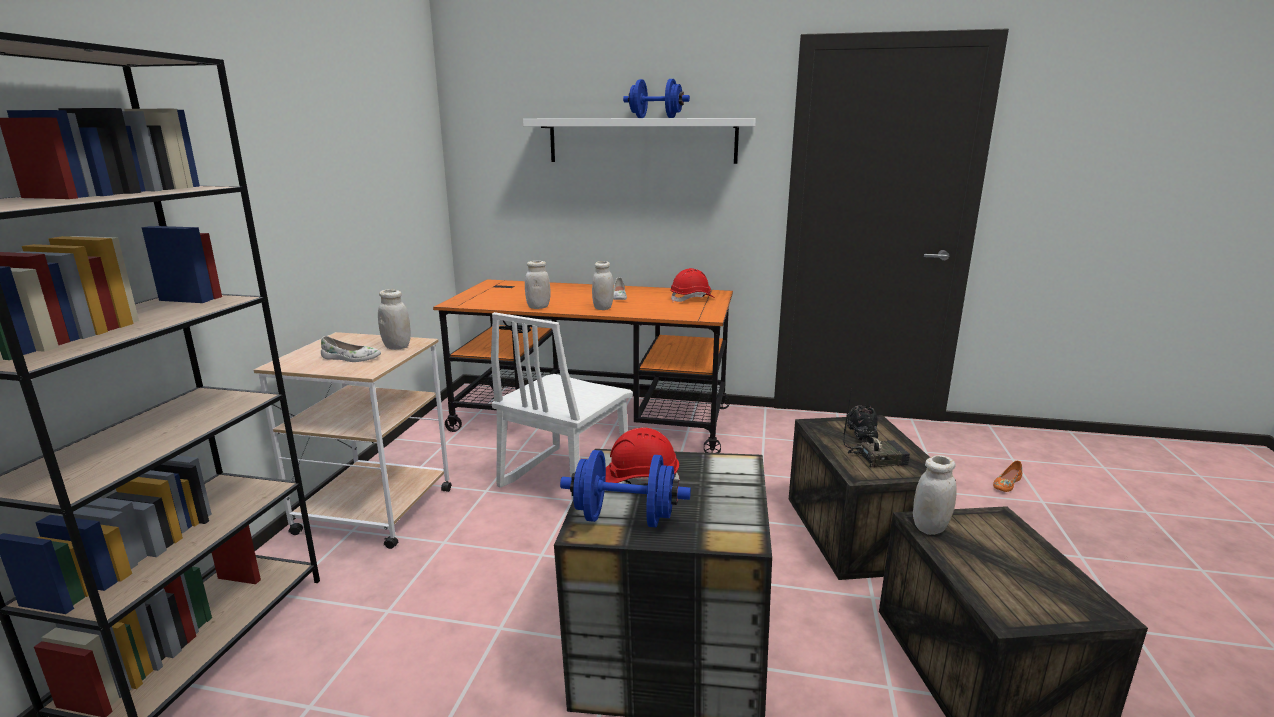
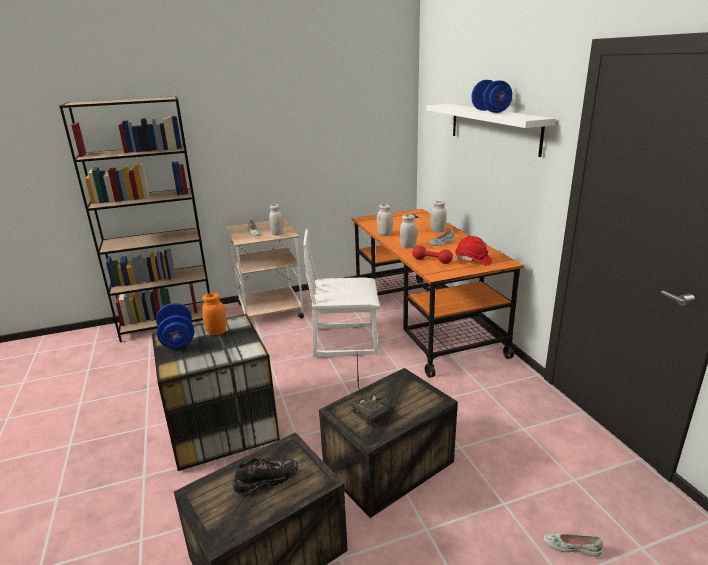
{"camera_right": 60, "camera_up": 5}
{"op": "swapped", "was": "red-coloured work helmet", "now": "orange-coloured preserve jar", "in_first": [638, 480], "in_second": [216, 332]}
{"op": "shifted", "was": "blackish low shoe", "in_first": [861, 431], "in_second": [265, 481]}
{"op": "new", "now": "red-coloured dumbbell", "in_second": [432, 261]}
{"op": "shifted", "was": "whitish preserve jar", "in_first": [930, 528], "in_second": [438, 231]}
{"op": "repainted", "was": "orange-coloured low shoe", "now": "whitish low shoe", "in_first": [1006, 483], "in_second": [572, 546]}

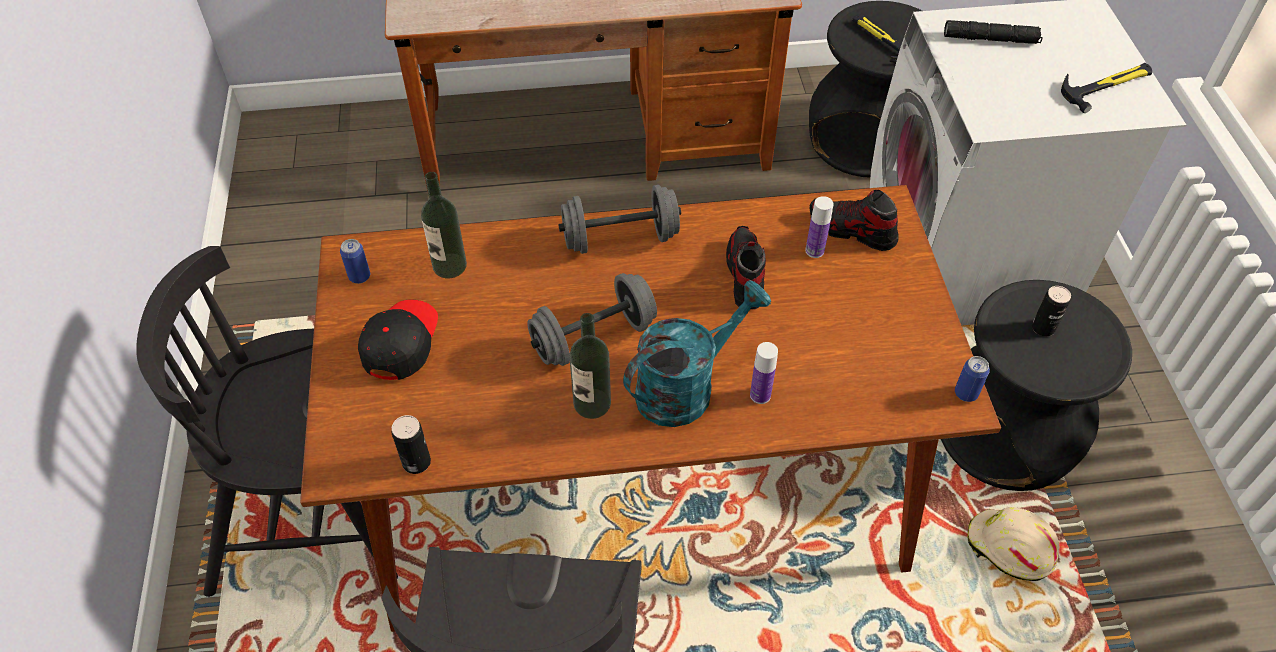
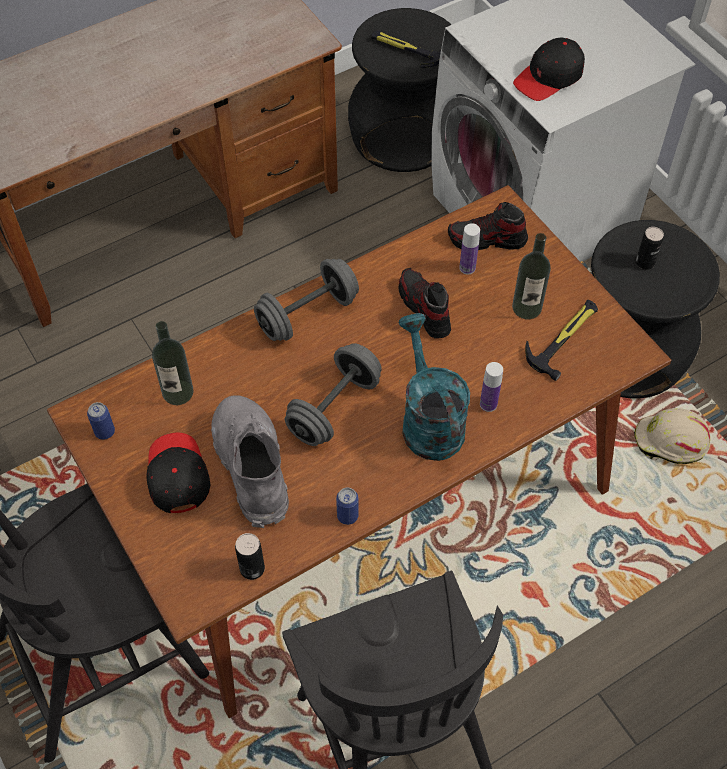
{"camera_right": -25, "camera_up": 5}
{"op": "new", "now": "greyish high-top boot", "in_second": [252, 466]}
{"op": "shifted", "was": "sealed can", "in_first": [966, 393], "in_second": [347, 516]}
{"op": "rotated", "was": "turquoise-coloured watering pot", "in_first": [686, 386], "in_second": [428, 420], "clockwise": -45}
{"op": "shifted", "was": "bottle", "in_first": [592, 403], "in_second": [526, 307]}
{"op": "new", "now": "blackish baseball cap", "in_second": [549, 77]}
{"op": "shifted", "was": "hand hammer", "in_first": [1106, 85], "in_second": [564, 337]}
{"op": "gone", "was": "blackish torch", "in_first": [990, 39]}

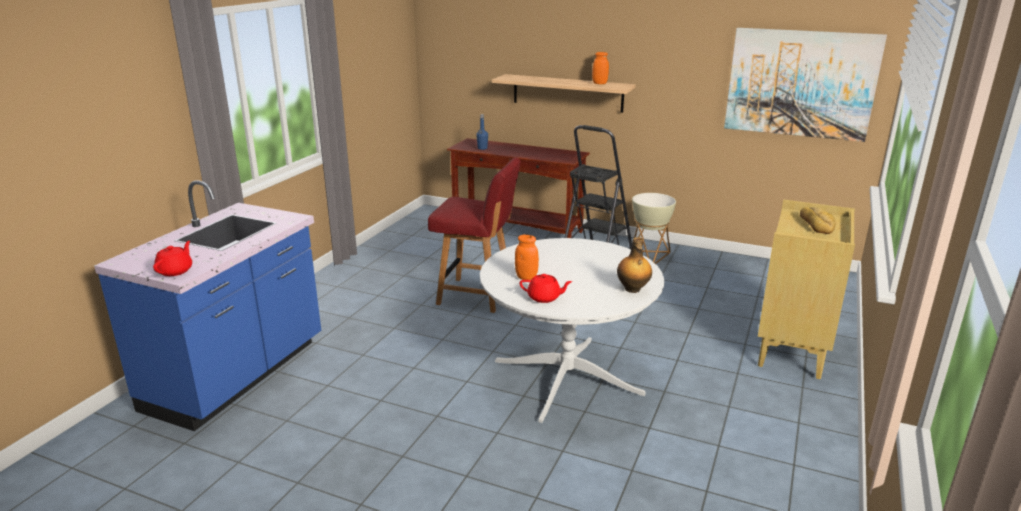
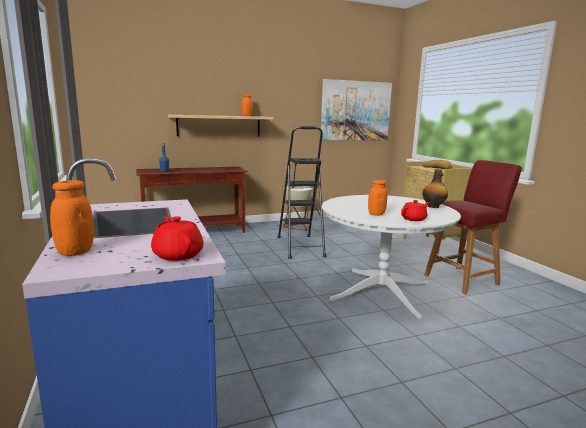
{"camera_right": -45, "camera_up": -10}
{"op": "new", "now": "orange-coloured preserve jar", "in_second": [75, 252]}
{"op": "shifted", "was": "red-coloured plain chair", "in_first": [477, 295], "in_second": [462, 279]}

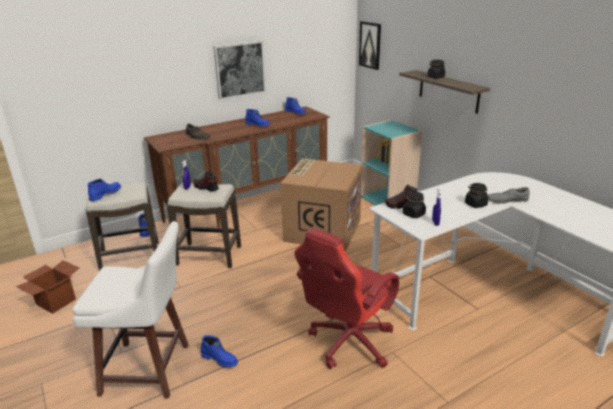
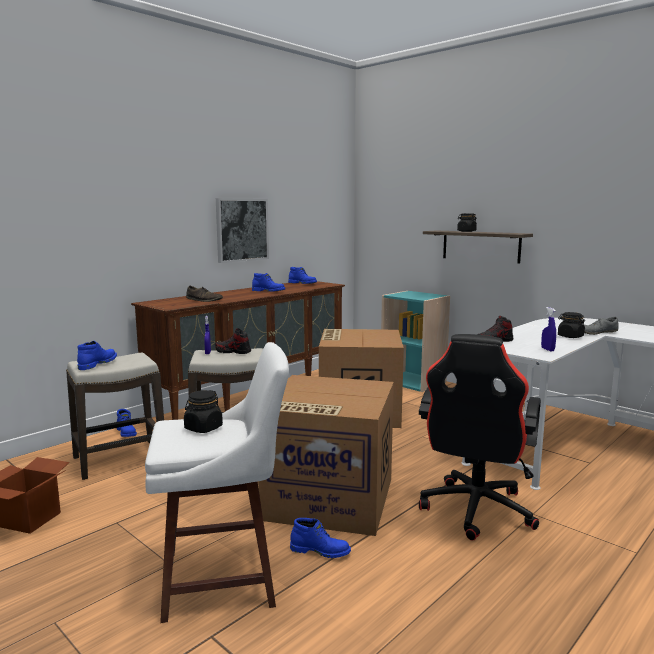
{"camera_right": -15, "camera_up": -15}
{"op": "shifted", "was": "blackish preserve jar", "in_first": [413, 214], "in_second": [203, 428]}
{"op": "new", "now": "packing box", "in_second": [327, 499]}
{"op": "repainted", "was": "red-coloured desk chair", "now": "blackish desk chair", "in_first": [347, 346], "in_second": [474, 514]}
{"op": "gone", "was": "wall picture", "in_first": [370, 45]}

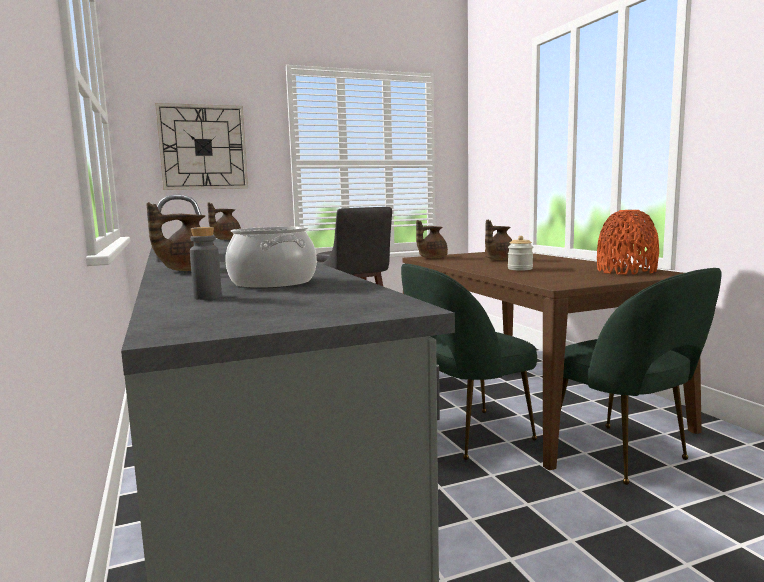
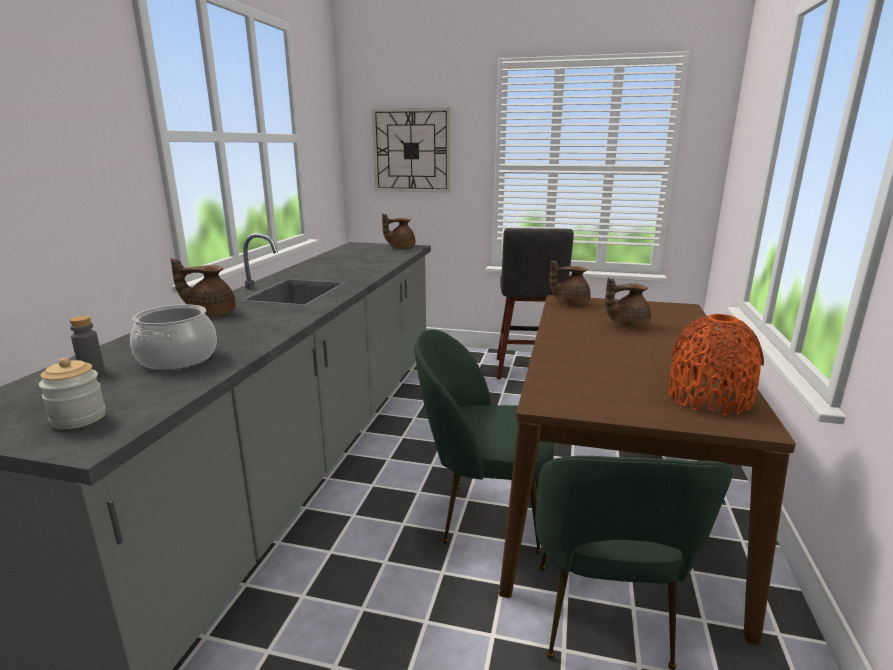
{"camera_right": 35, "camera_up": 10}
{"op": "shifted", "was": "preserve jar", "in_first": [520, 269], "in_second": [79, 418]}

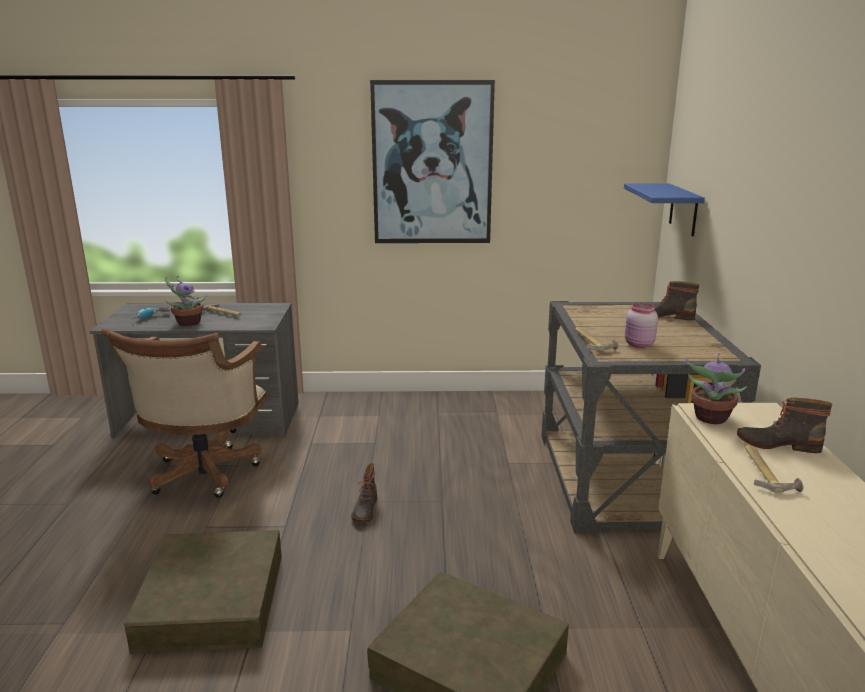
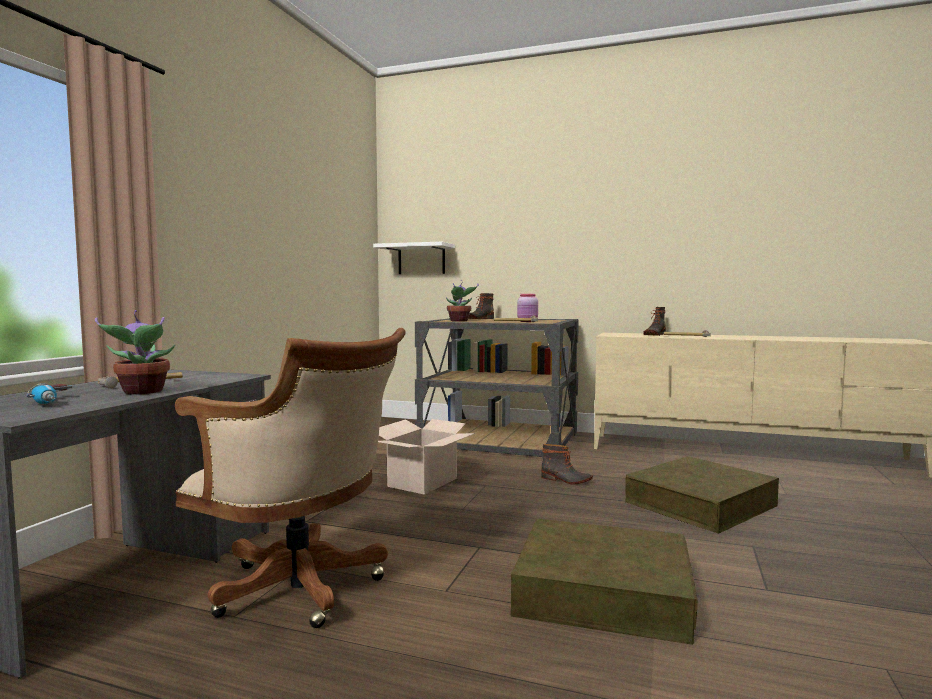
{"camera_right": -70, "camera_up": -15}
{"op": "repainted", "was": "bluish shelf", "now": "whitish shelf", "in_first": [683, 210], "in_second": [421, 259]}
{"op": "new", "now": "packing box", "in_second": [422, 482]}
{"op": "shifted", "was": "houseplant", "in_first": [710, 418], "in_second": [459, 321]}
{"op": "shifted", "was": "high-top boot", "in_first": [364, 510], "in_second": [566, 480]}
{"op": "gone", "was": "wall picture", "in_first": [432, 164]}

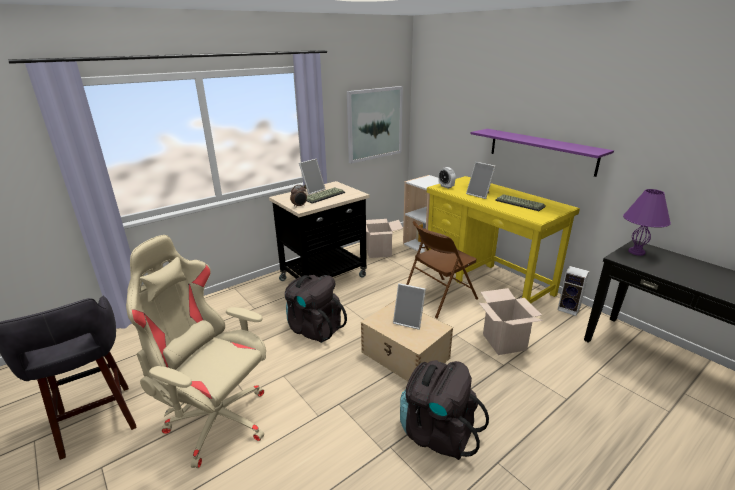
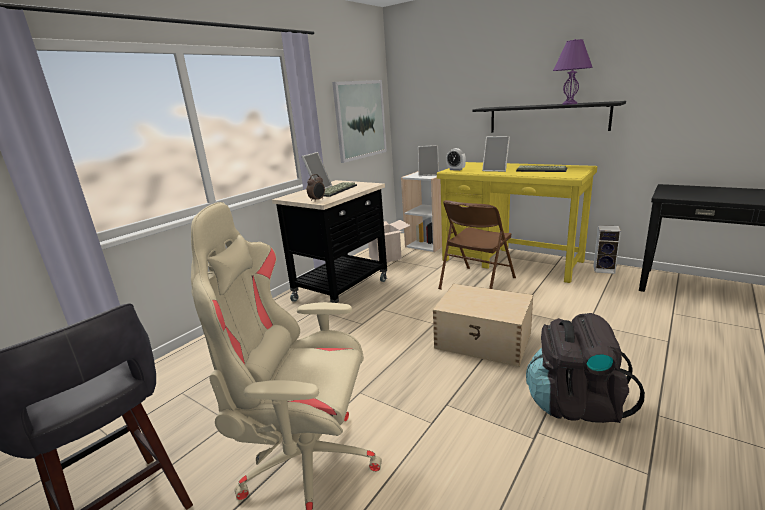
{"camera_right": -15, "camera_up": -5}
{"op": "shifted", "was": "photo frame", "in_first": [409, 321], "in_second": [429, 174]}
{"op": "repainted", "was": "purplish shelf", "now": "blackish shelf", "in_first": [541, 151], "in_second": [547, 118]}
{"op": "shifted", "was": "purplish lamp for a table", "in_first": [636, 252], "in_second": [569, 104]}
{"op": "gone", "was": "blackish backpack", "in_first": [314, 328]}
{"op": "gone", "was": "packing box", "in_first": [504, 342]}

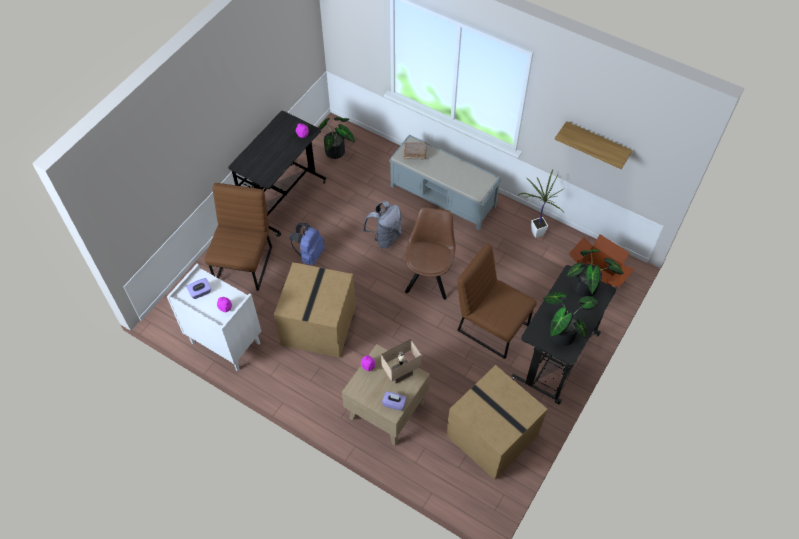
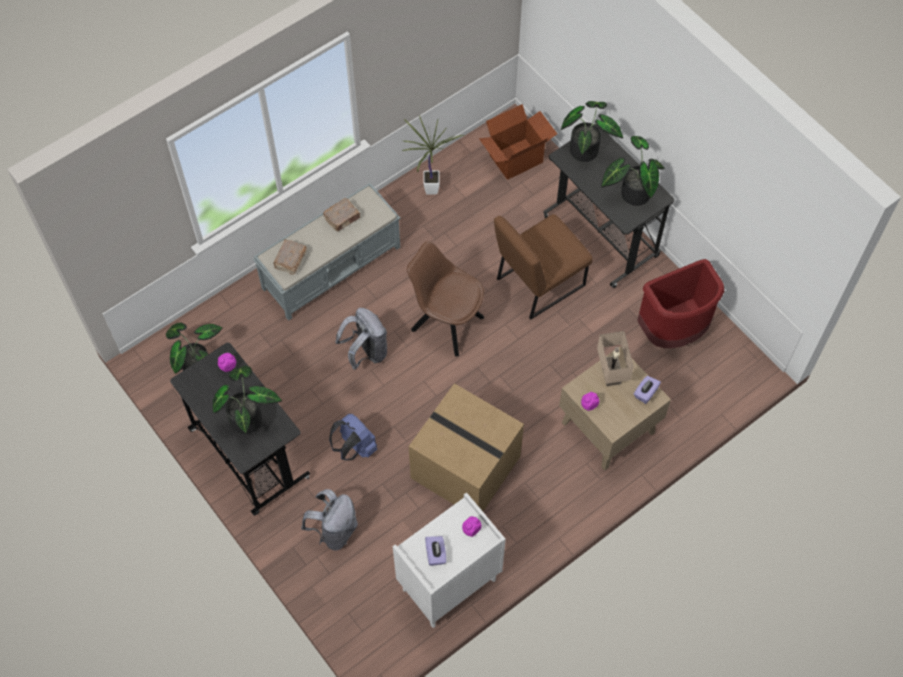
{"camera_right": -70, "camera_up": 5}
{"op": "new", "now": "houseplant", "in_second": [248, 416]}
{"op": "swapped", "was": "brown plain chair", "now": "greyish backpack", "in_first": [245, 263], "in_second": [334, 530]}
{"op": "new", "now": "brown volume", "in_second": [342, 218]}
{"op": "swapped", "was": "packing box", "now": "red-coloured waste bin", "in_first": [493, 435], "in_second": [674, 330]}
{"op": "gone", "was": "shelf", "in_first": [596, 144]}

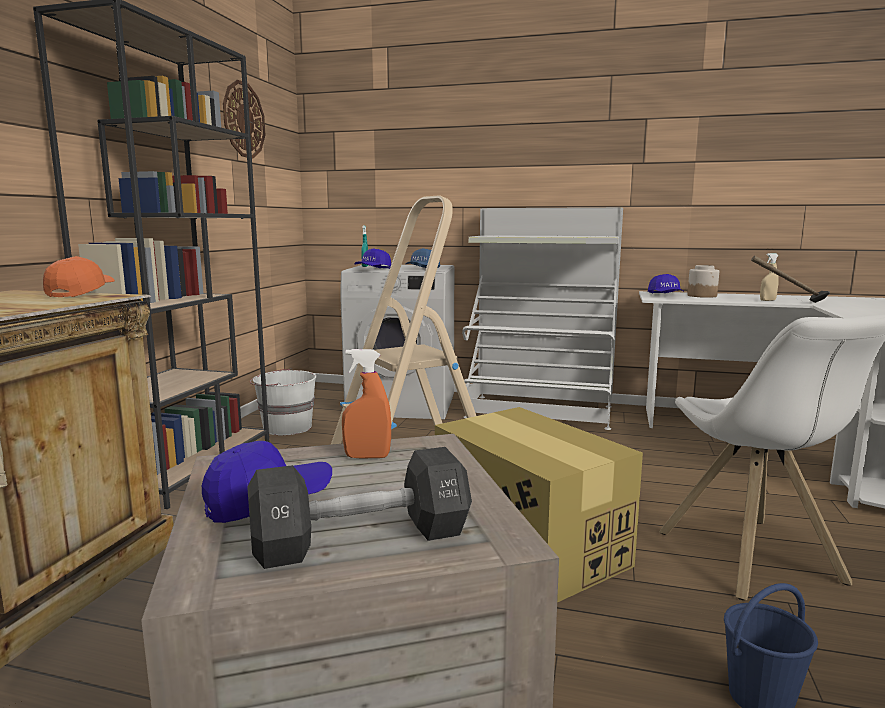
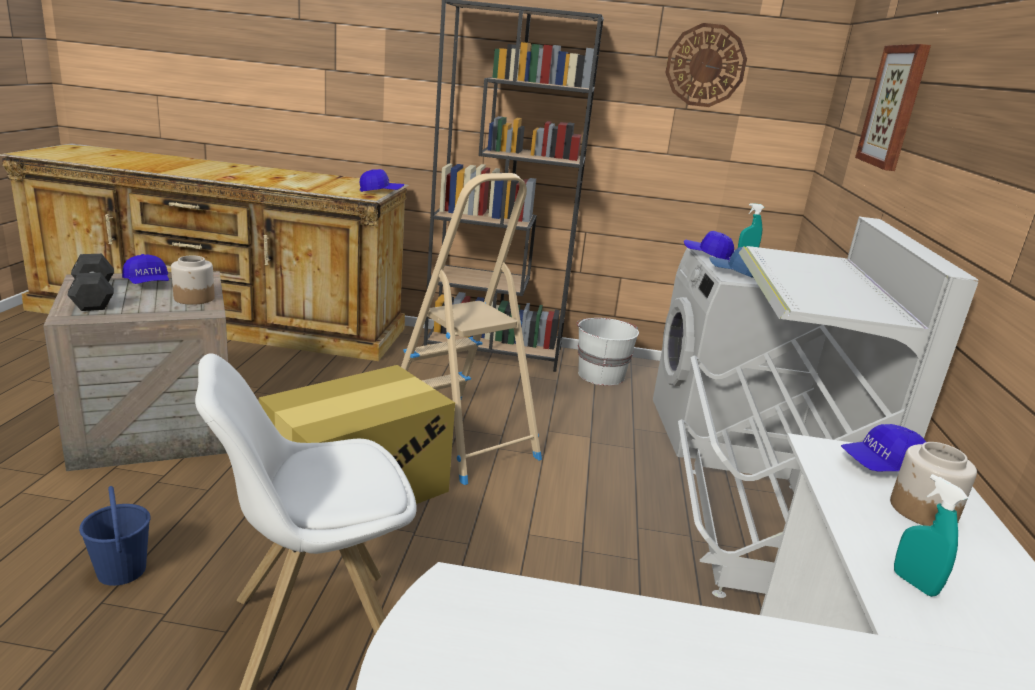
{"camera_right": 80, "camera_up": 10}
{"op": "swapped", "was": "orange-coloured sprayer", "now": "preserve jar", "in_first": [367, 457], "in_second": [194, 298]}
{"op": "repainted", "was": "orange-coloured baseball cap", "now": "bluish baseball cap", "in_first": [81, 293], "in_second": [381, 192]}
{"op": "new", "now": "wall picture", "in_second": [894, 107]}
{"op": "repainted", "was": "beige sprayer", "now": "turquoise-coloured sprayer", "in_first": [767, 300], "in_second": [914, 583]}
{"op": "gone", "was": "hand hammer", "in_first": [789, 303]}

